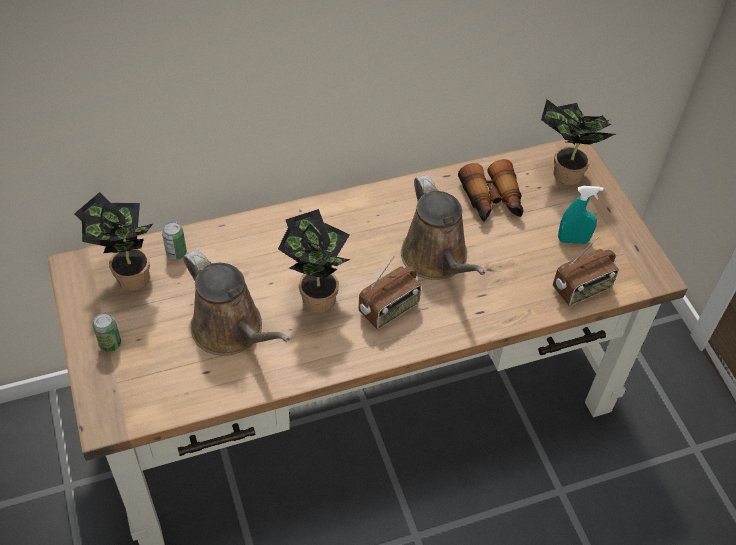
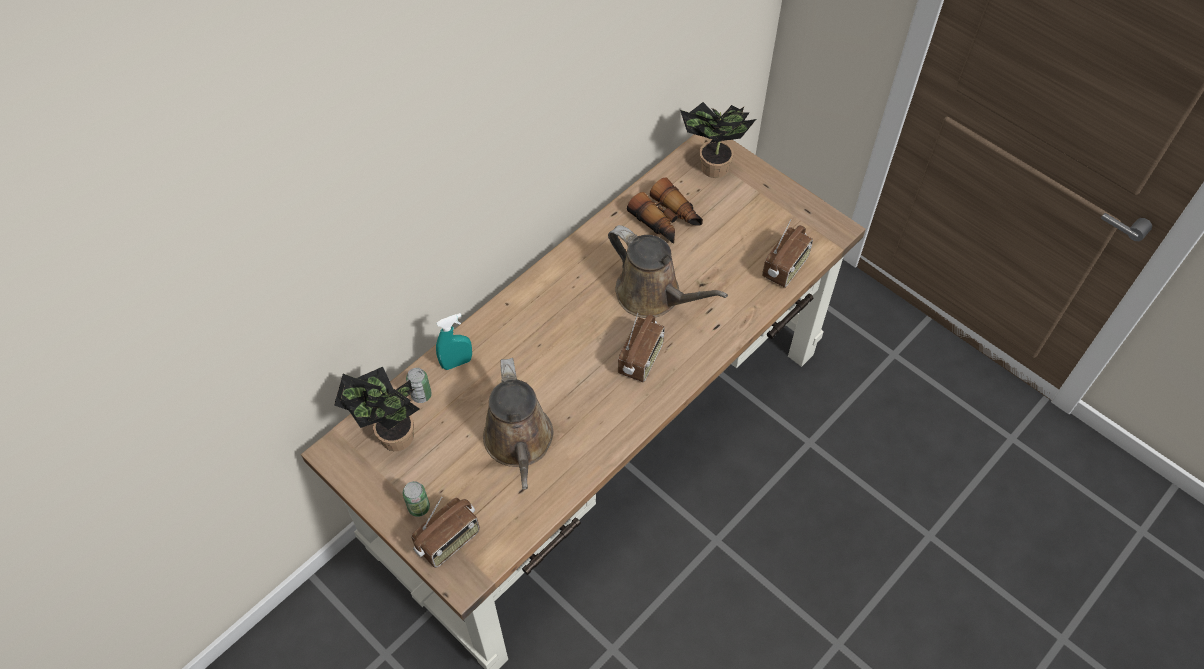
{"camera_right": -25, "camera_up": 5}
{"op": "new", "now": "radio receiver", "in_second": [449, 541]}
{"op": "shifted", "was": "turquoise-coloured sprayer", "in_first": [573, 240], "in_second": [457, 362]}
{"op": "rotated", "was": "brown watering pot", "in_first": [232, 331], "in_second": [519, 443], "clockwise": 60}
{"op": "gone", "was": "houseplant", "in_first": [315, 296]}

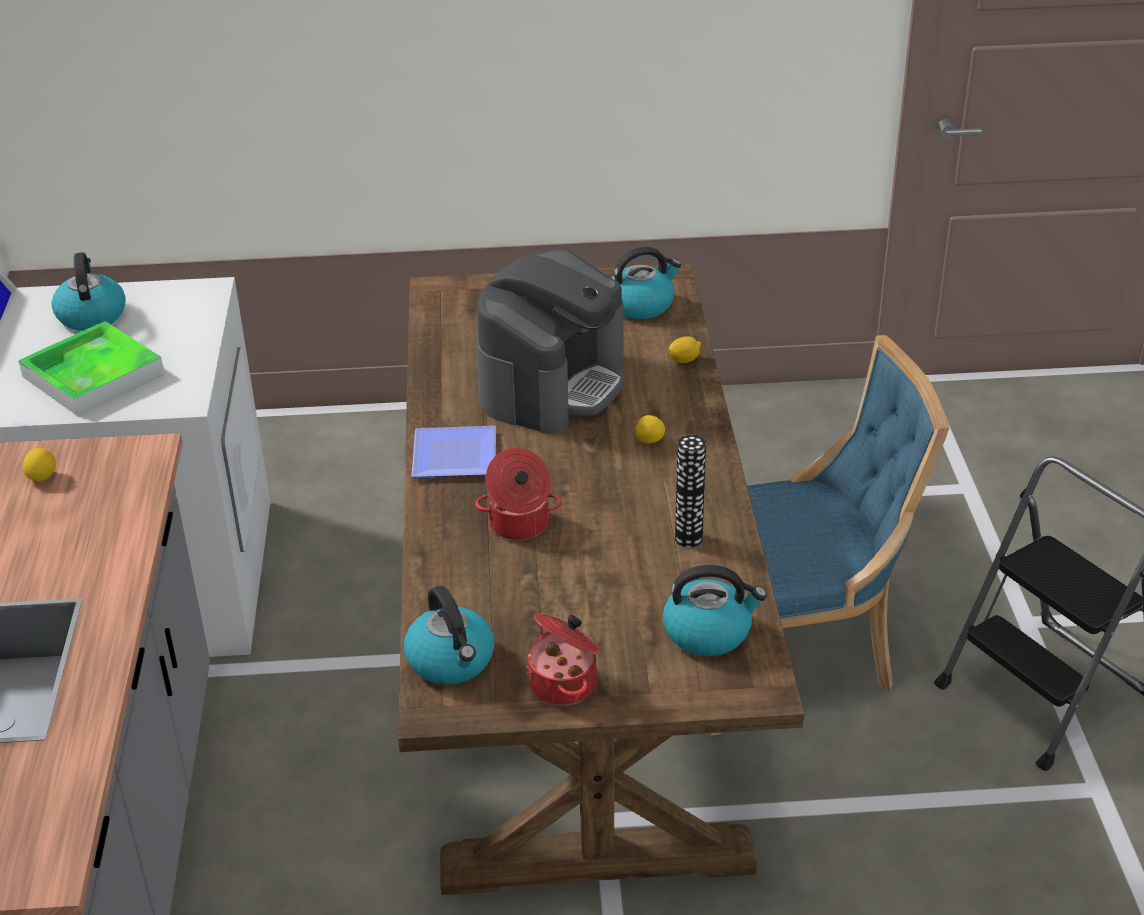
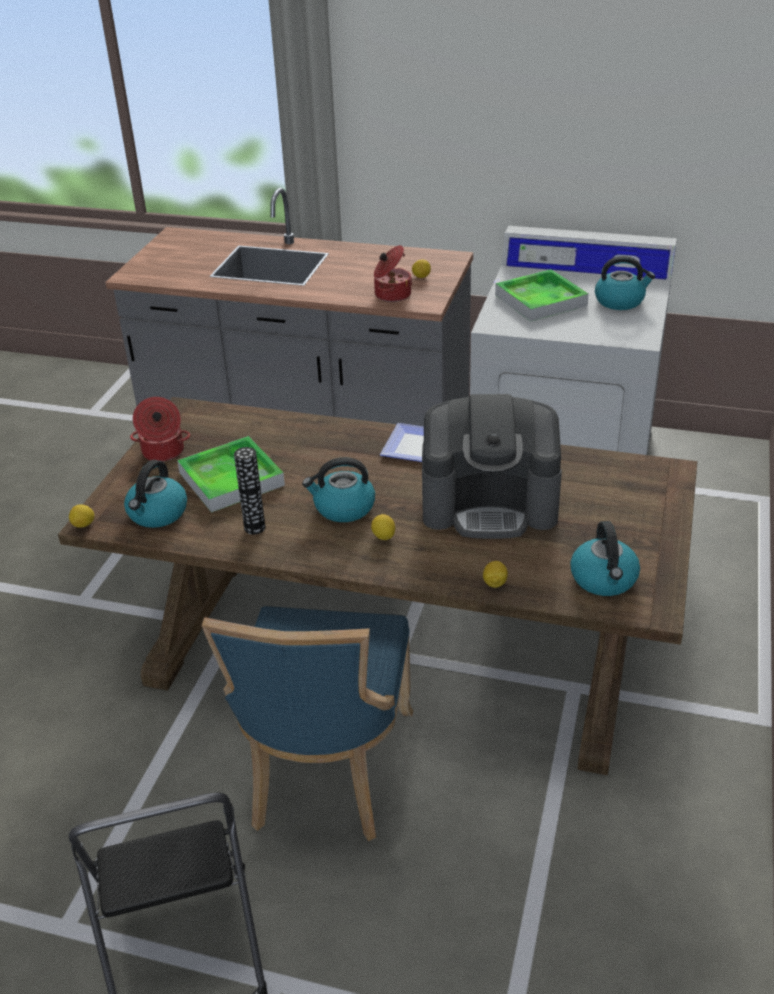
{"camera_right": 110, "camera_up": 0}
{"op": "new", "now": "whole lemon", "in_second": [84, 525]}
{"op": "new", "now": "serving tray", "in_second": [231, 479]}
{"op": "shifted", "was": "kettle", "in_first": [451, 661], "in_second": [343, 508]}
{"op": "shifted", "was": "cooking pot", "in_first": [519, 525], "in_second": [391, 294]}
{"op": "rotated", "was": "coffee brewer", "in_first": [552, 384], "in_second": [490, 504], "clockwise": -45}

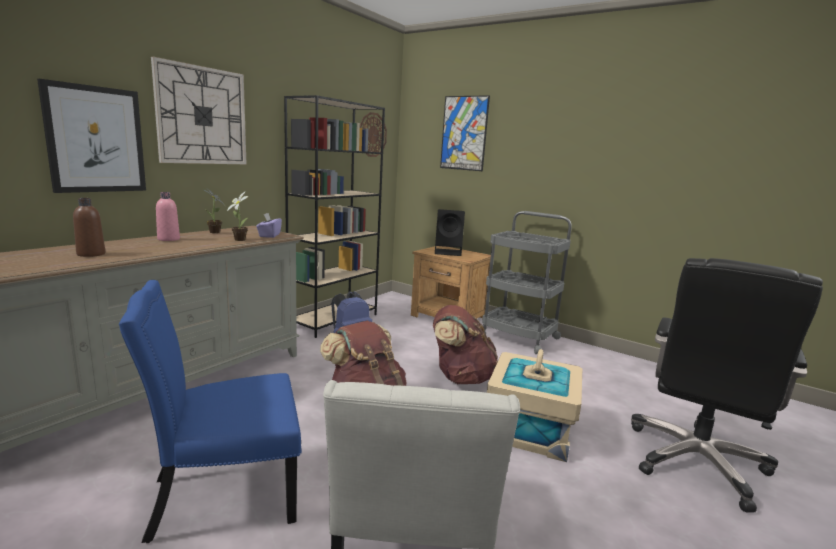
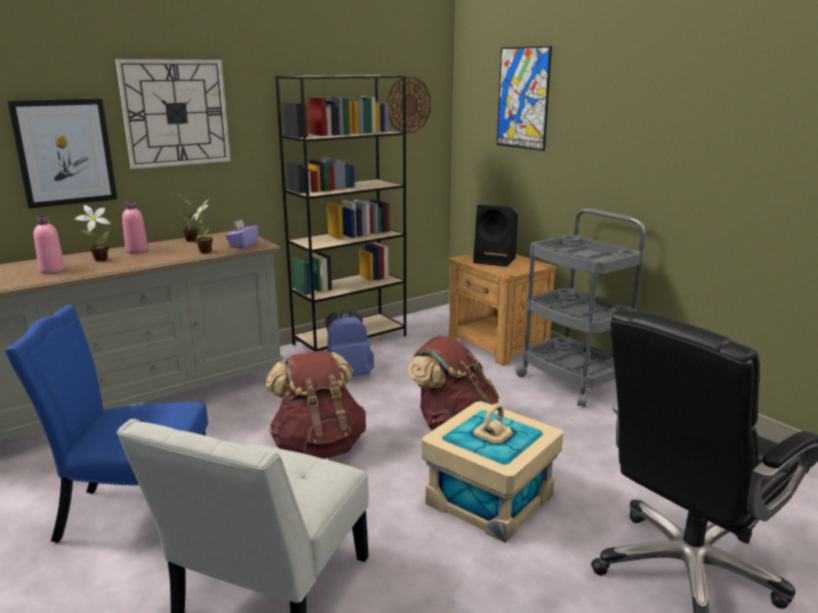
{"camera_right": 20, "camera_up": 5}
{"op": "repainted", "was": "brown bottle", "now": "pinkish bottle", "in_first": [91, 254], "in_second": [52, 270]}
{"op": "new", "now": "houseplant", "in_second": [98, 260]}

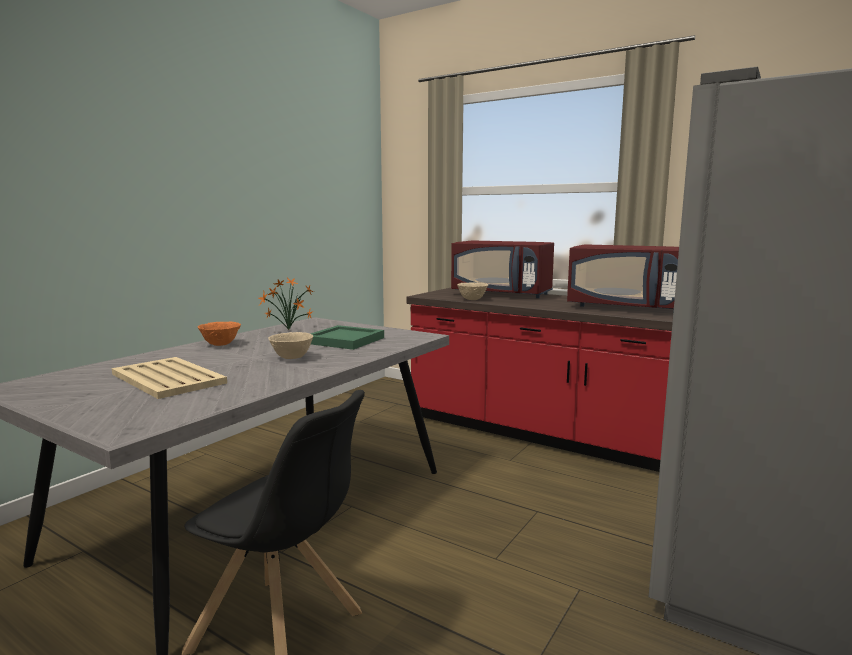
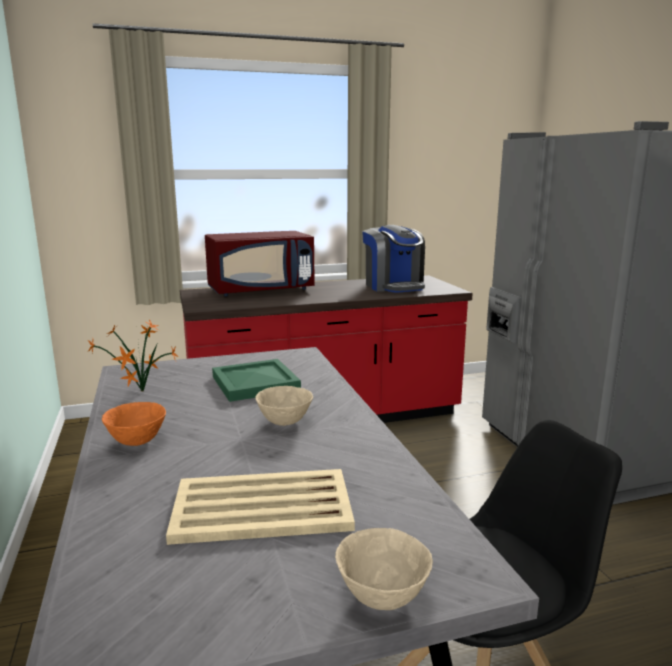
{"camera_right": -50, "camera_up": 5}
{"op": "shifted", "was": "beige serving bowl", "in_first": [472, 299], "in_second": [382, 596]}
{"op": "swapped", "was": "red-coloured microwave", "now": "coffee brewer", "in_first": [627, 307], "in_second": [394, 286]}

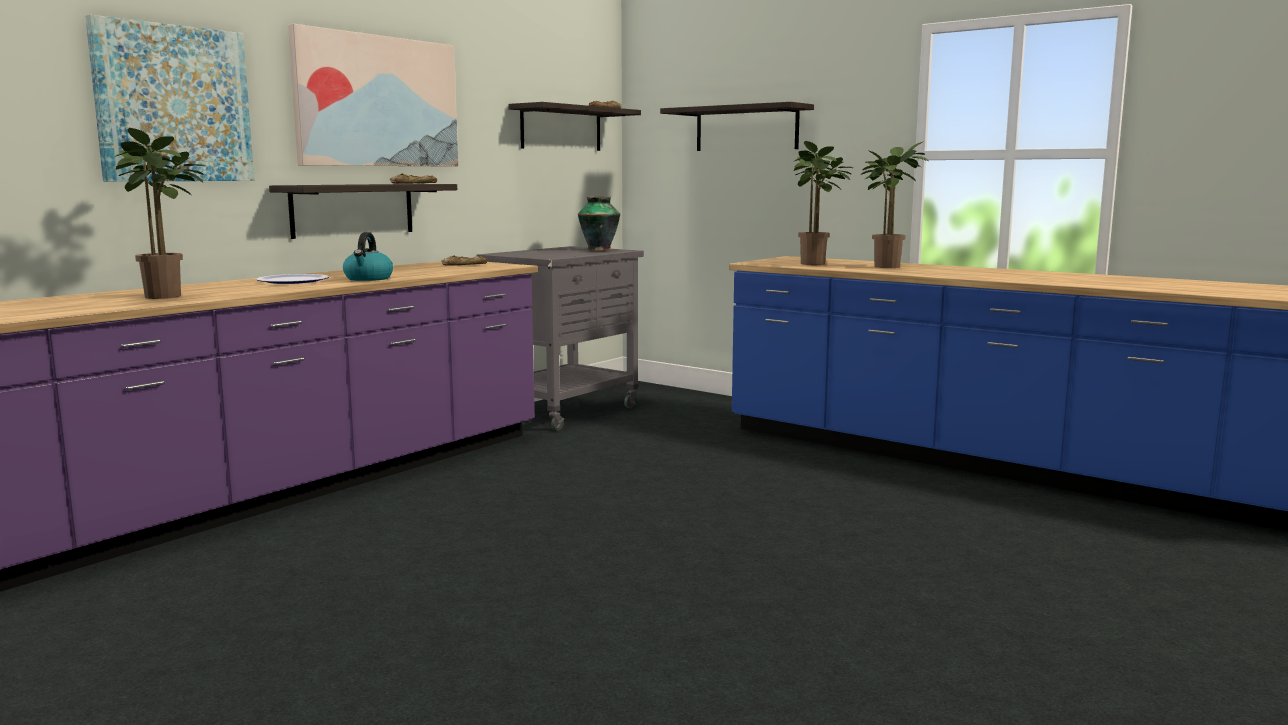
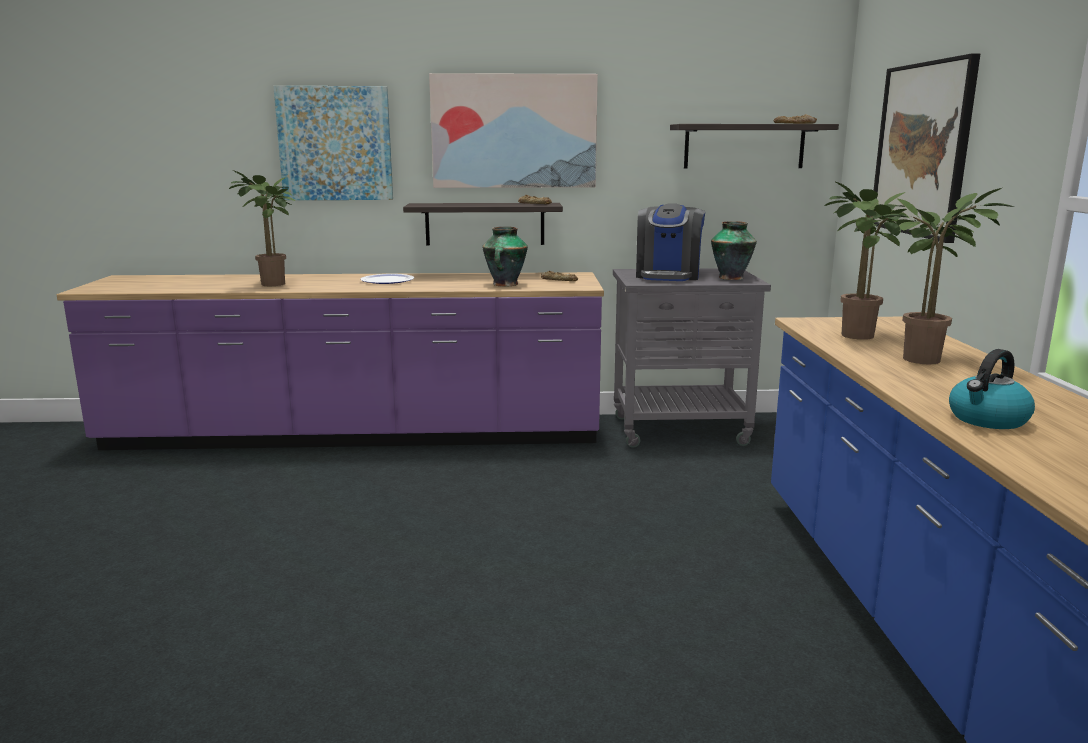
{"camera_right": 50, "camera_up": 5}
{"op": "new", "now": "flower vase", "in_second": [505, 284]}
{"op": "new", "now": "coffee brewer", "in_second": [668, 276]}
{"op": "swapped", "was": "shelf", "now": "wall picture", "in_first": [746, 128], "in_second": [922, 149]}
{"op": "shifted", "was": "kettle", "in_first": [368, 279], "in_second": [987, 420]}

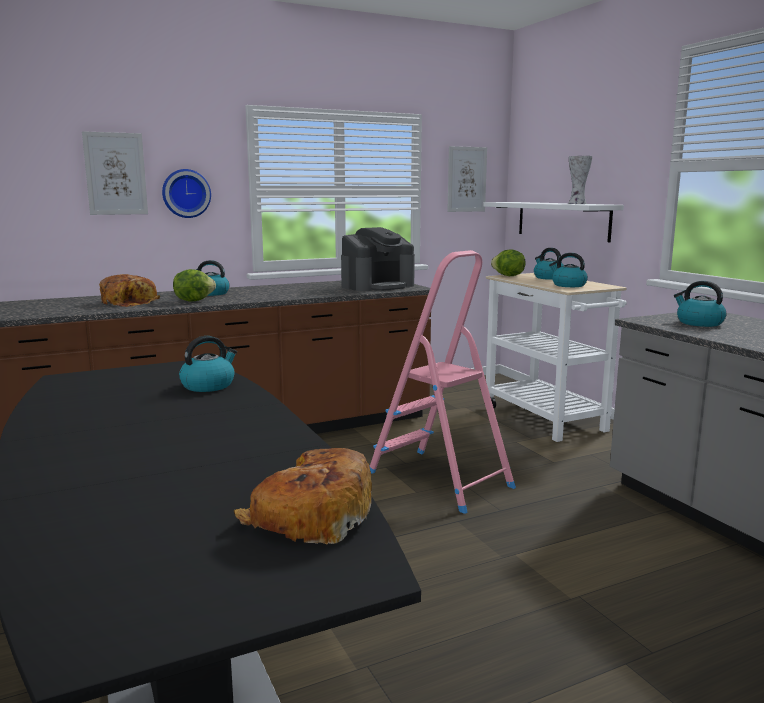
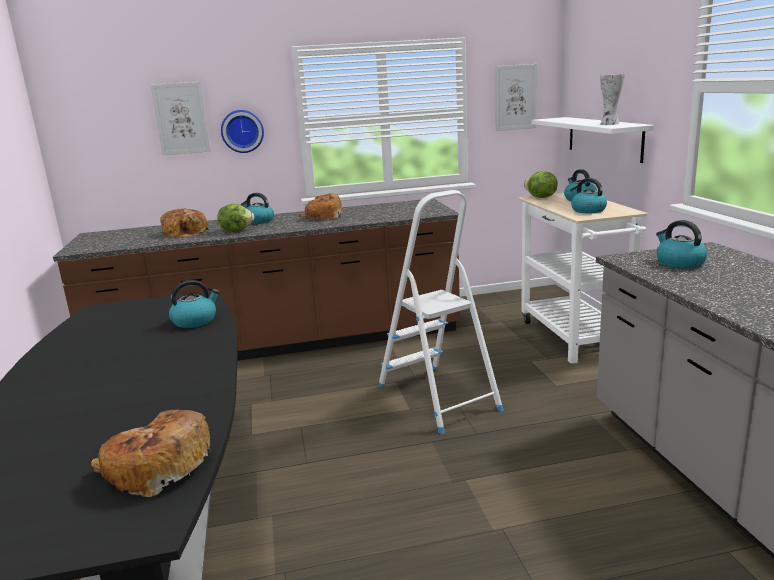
{"camera_right": 15, "camera_up": 5}
{"op": "new", "now": "bread", "in_second": [322, 216]}
{"op": "repainted", "was": "pinkish stepladder", "now": "whitish stepladder", "in_first": [438, 478], "in_second": [436, 396]}
{"op": "gone", "was": "coffee brewer", "in_first": [377, 286]}

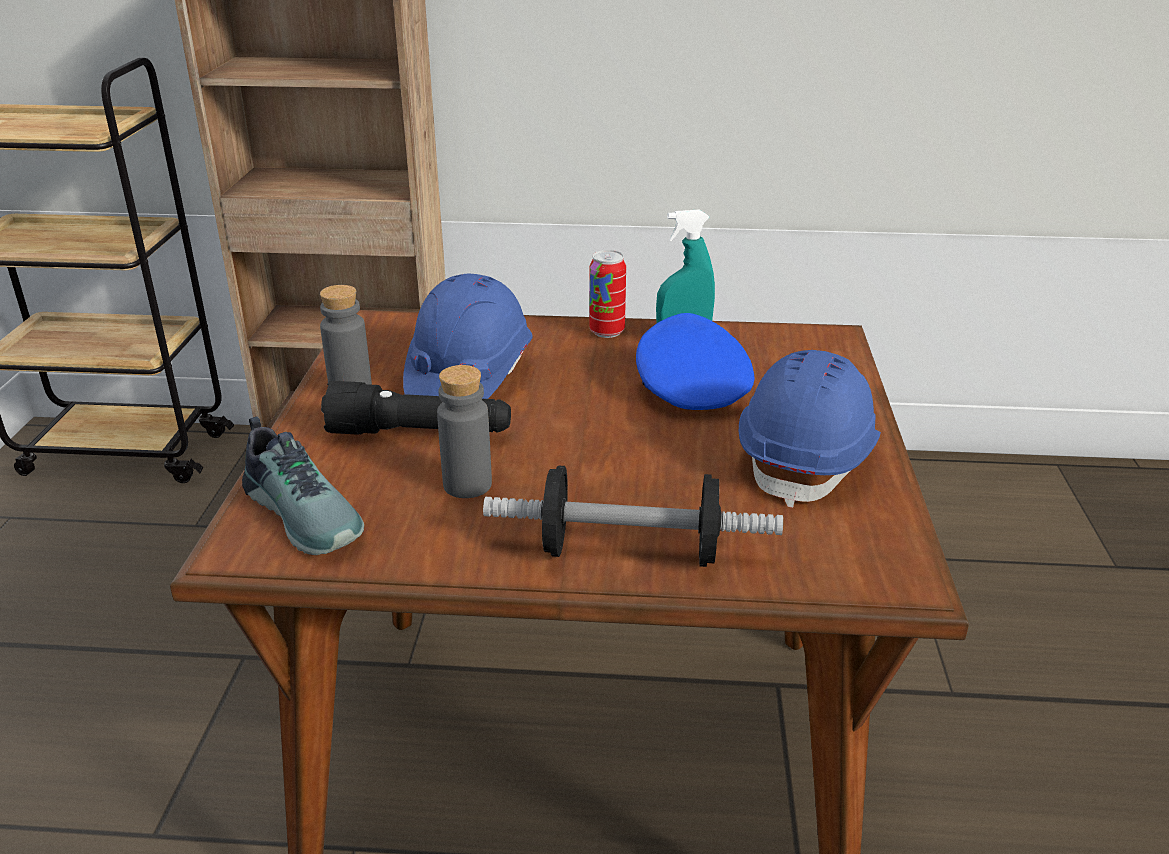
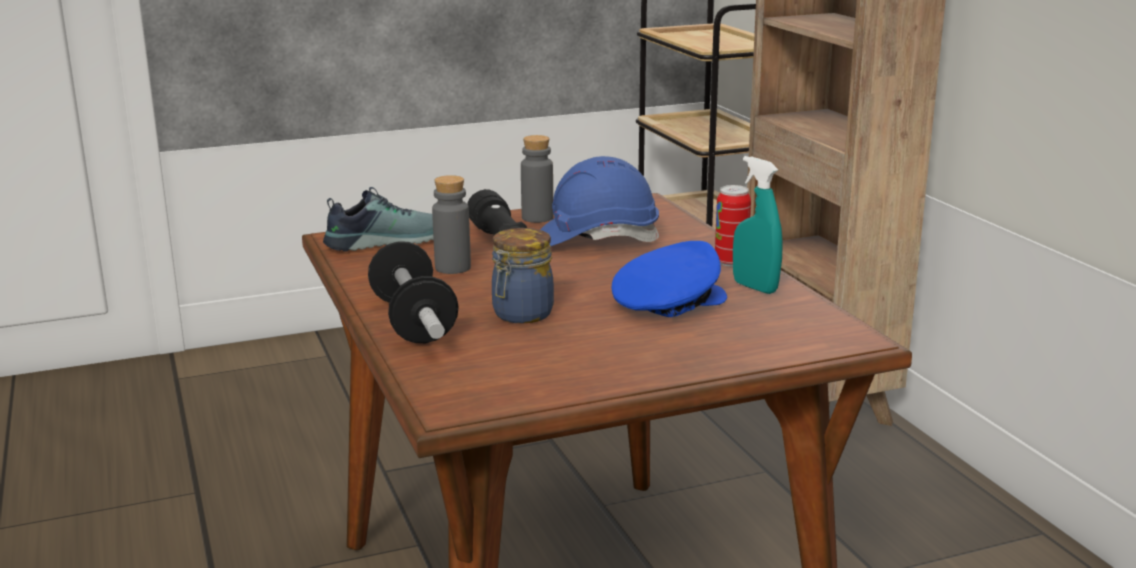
{"camera_right": 65, "camera_up": -10}
{"op": "rotated", "was": "low shoe", "in_first": [306, 513], "in_second": [385, 241], "clockwise": -135}
{"op": "new", "now": "preserve jar", "in_second": [521, 315]}
{"op": "gone", "was": "bluish work helmet", "in_first": [808, 459]}

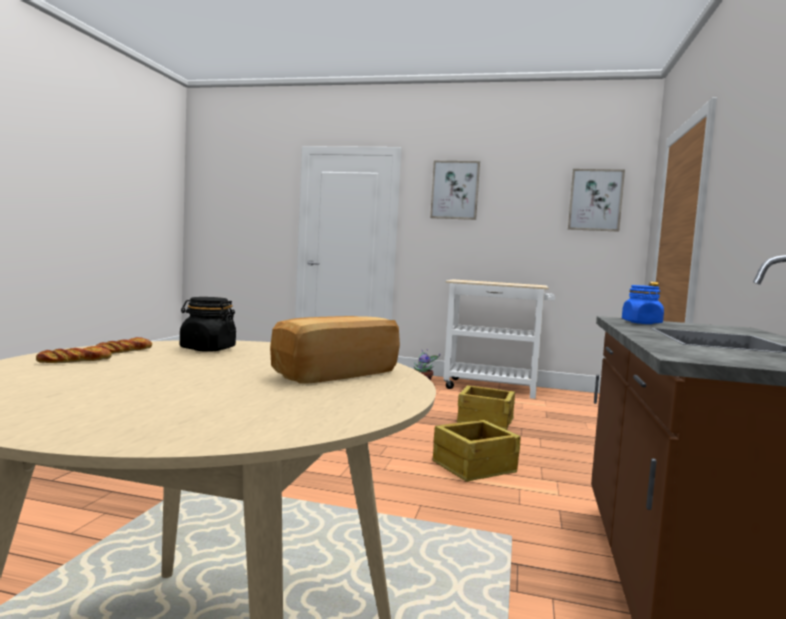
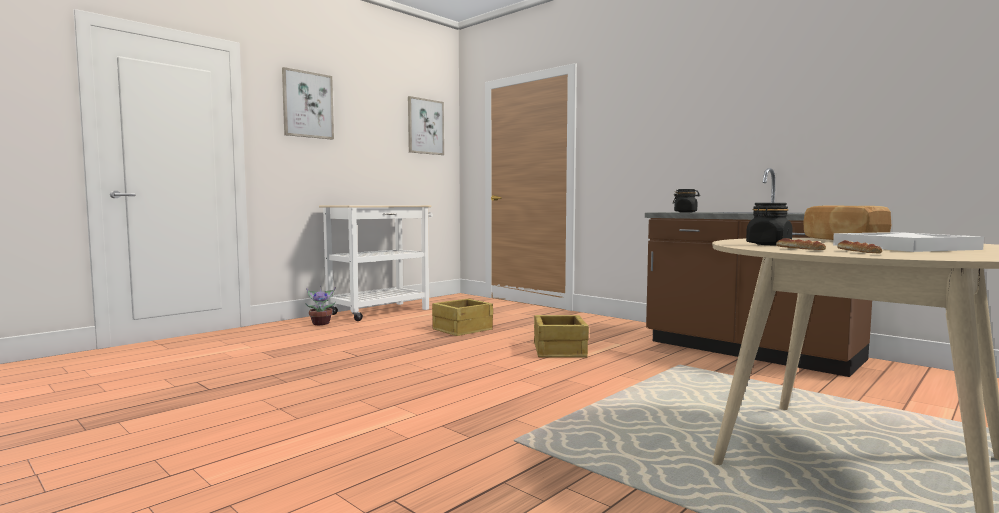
{"camera_right": -60, "camera_up": 0}
{"op": "repainted", "was": "bluish preserve jar", "now": "blackish preserve jar", "in_first": [641, 323], "in_second": [685, 212]}
{"op": "new", "now": "whitish serving tray", "in_second": [901, 247]}

